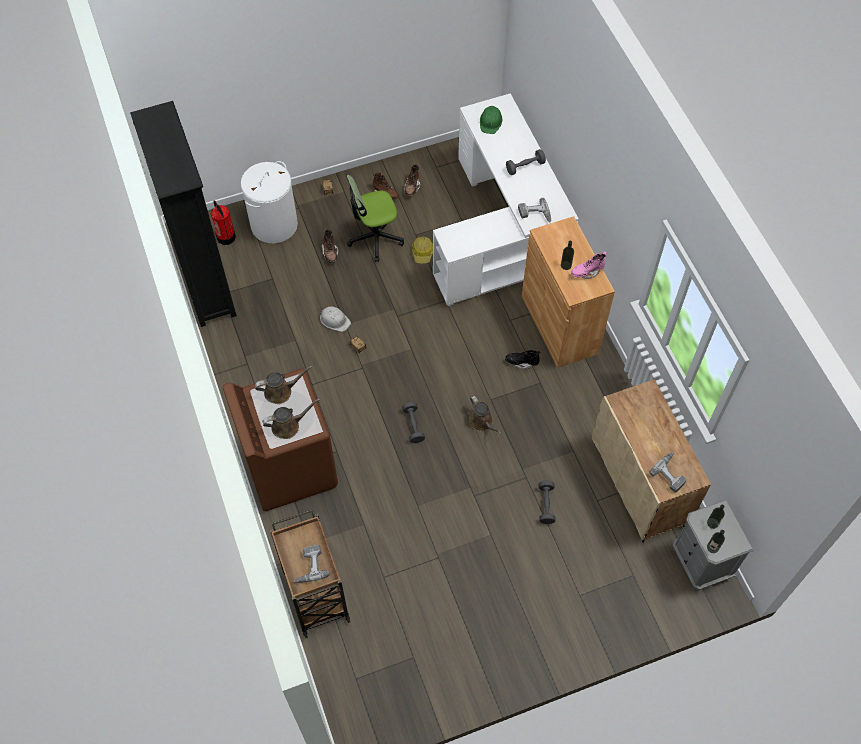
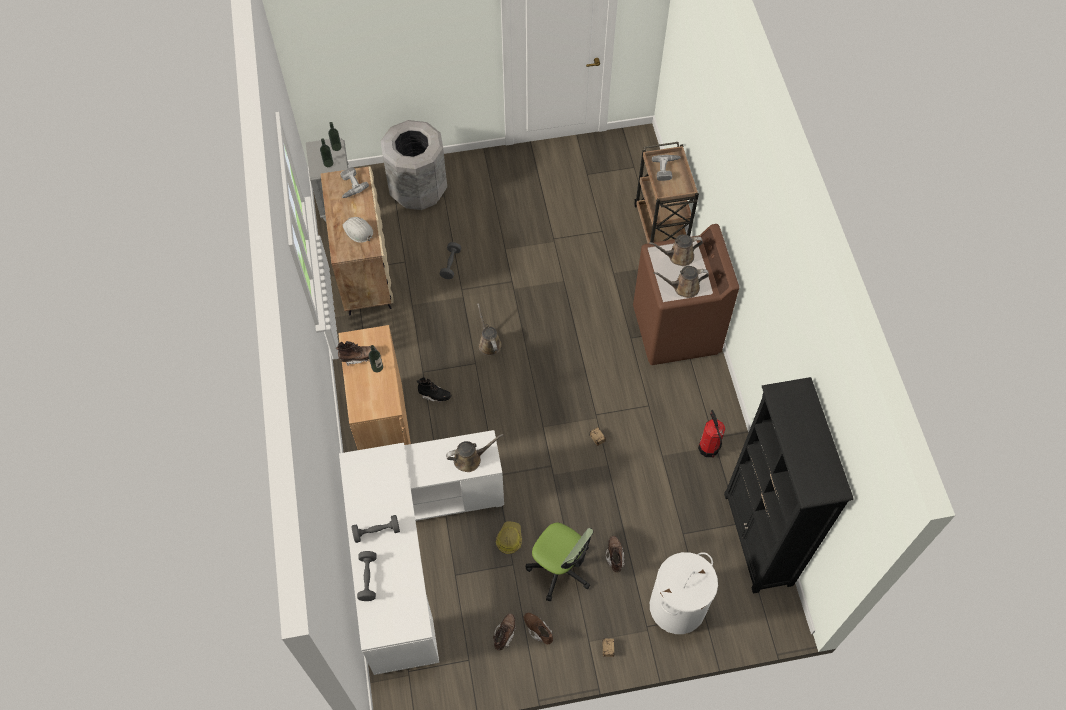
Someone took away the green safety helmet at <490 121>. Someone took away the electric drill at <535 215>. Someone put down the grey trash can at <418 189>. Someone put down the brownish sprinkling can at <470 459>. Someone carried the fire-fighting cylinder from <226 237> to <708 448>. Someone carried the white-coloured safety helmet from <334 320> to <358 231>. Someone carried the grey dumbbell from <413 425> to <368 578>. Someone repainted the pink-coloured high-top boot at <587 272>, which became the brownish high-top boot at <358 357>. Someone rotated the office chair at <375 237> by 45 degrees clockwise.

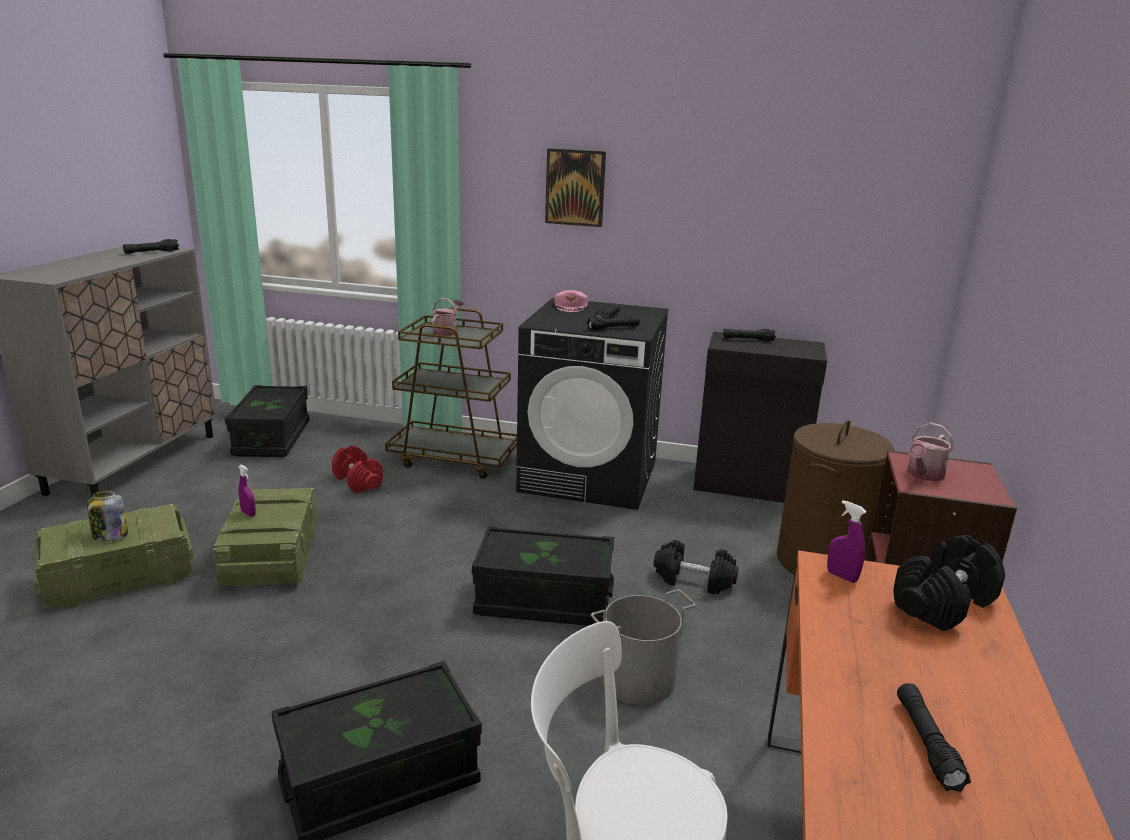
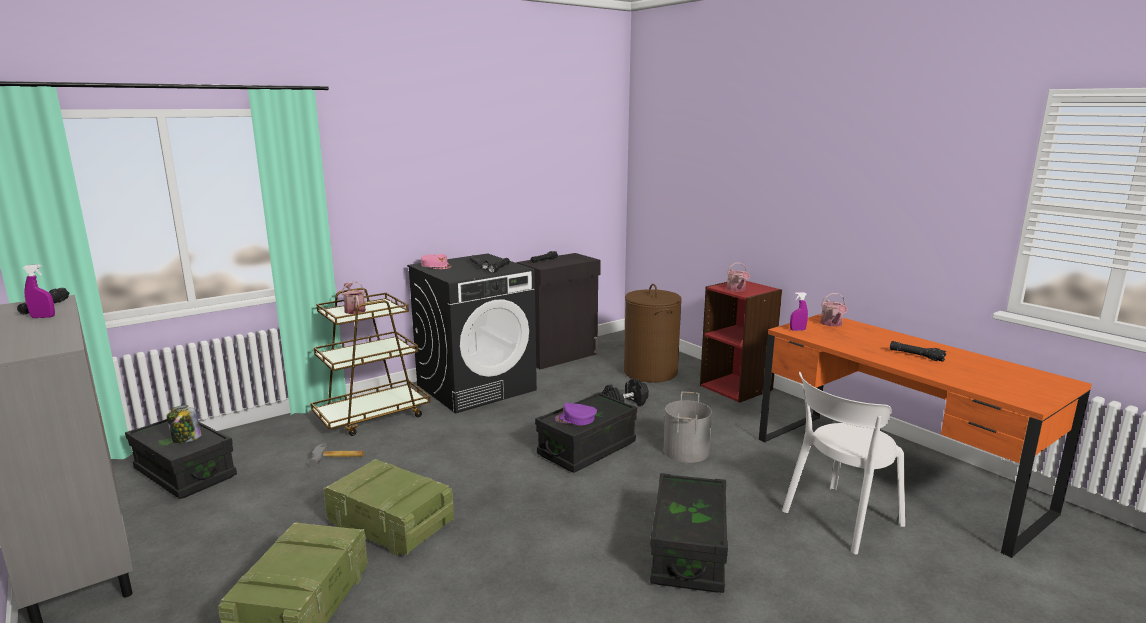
Someone took away the wall picture at <575 187>. Someone put down the purplish baseball cap at <575 419>. Someone carried the storage jar from <110 535> to <186 439>. Someone carried the purplish spray bottle from <248 513> to <43 317>. Someone swapped the red dumbbell at <358 481> for the hand hammer at <338 459>. Someone swapped the blackish dumbbell at <943 603> for the sprinkling can at <832 324>.

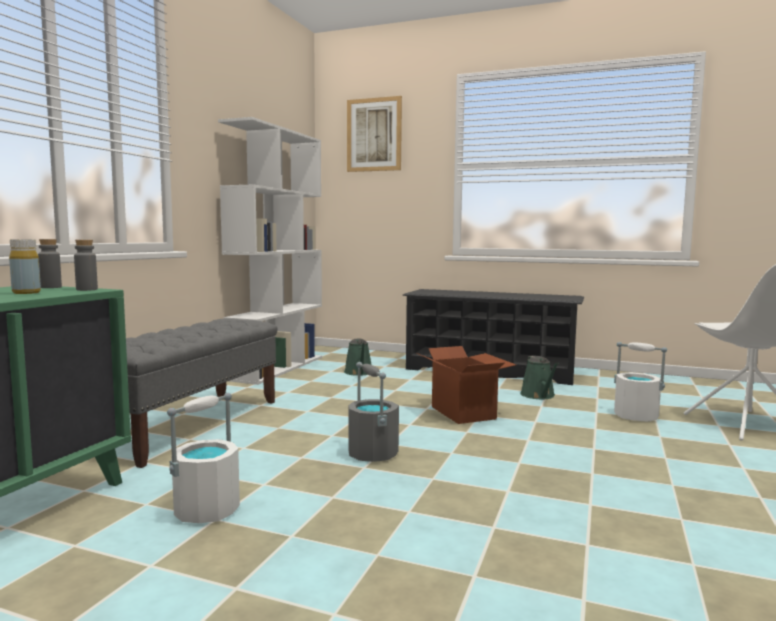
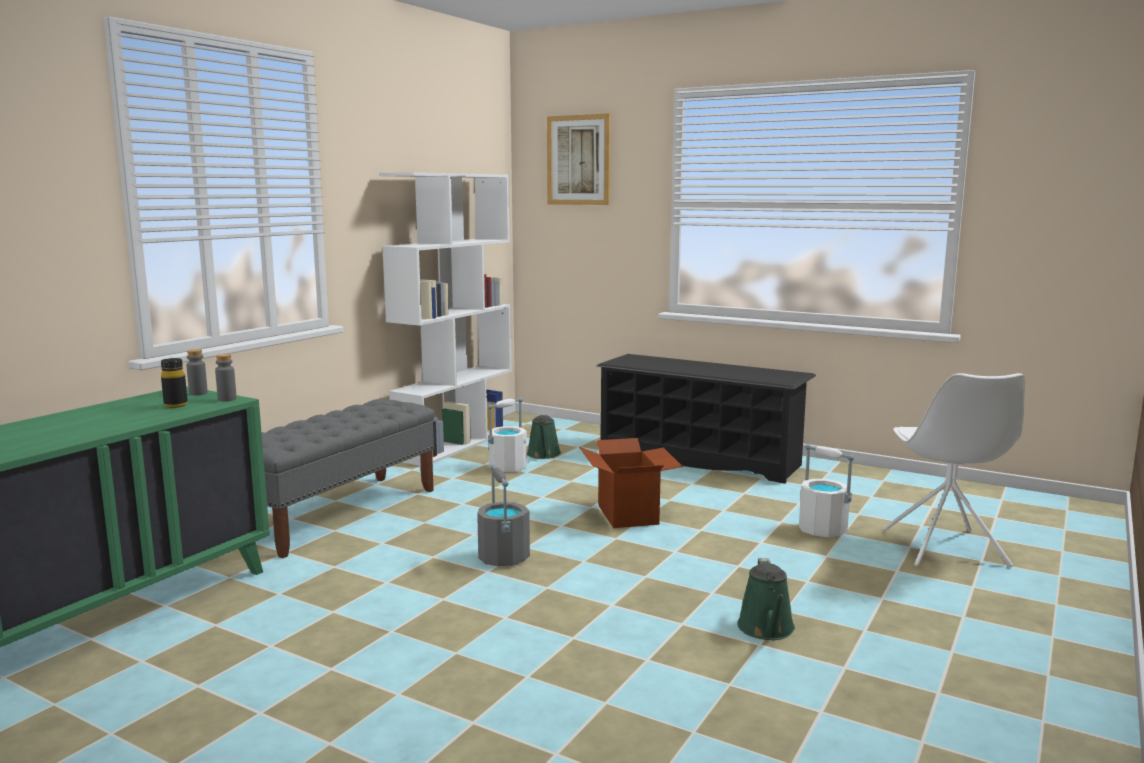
Someone carried the white-coloured pail from <207 510> to <508 467>. Someone carried the green sprinkling can from <539 395> to <767 629>. Someone repainted the yellowish drink bottle at <26 292>, which became the blackish drink bottle at <176 405>.

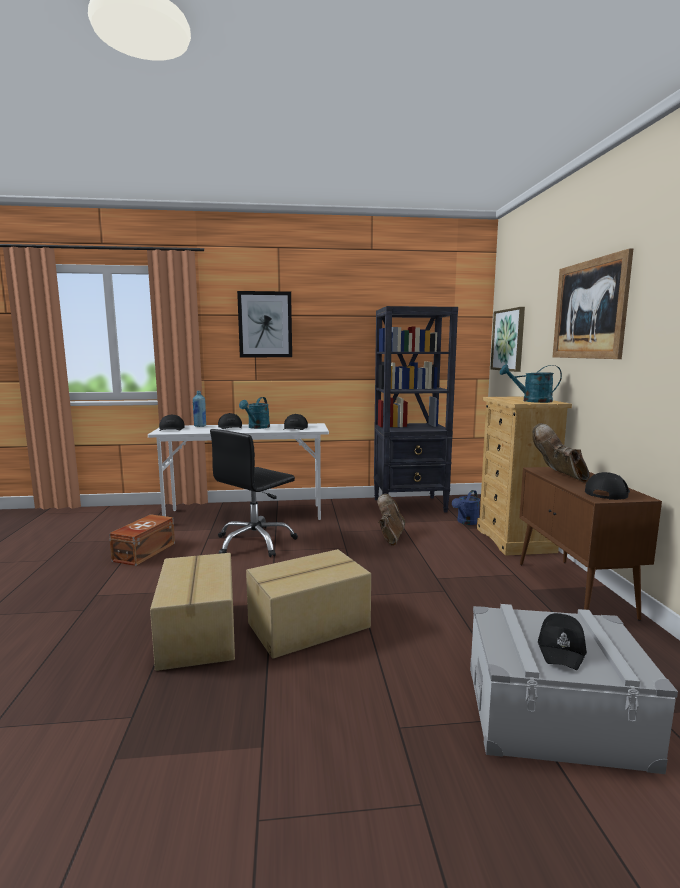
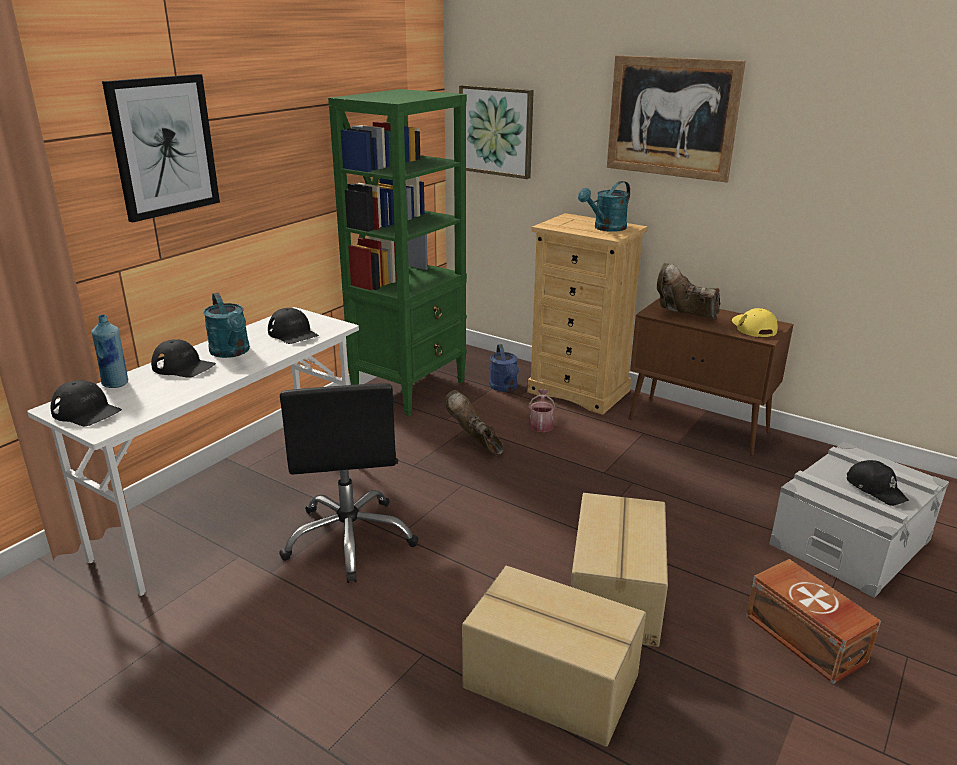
Someone put down the sprinkling can at <541 424>. Someone carried the brownish storage box from <143 552> to <805 639>. Someone repainted the blackish bookcase at <410 505>, which became the green bookcase at <410 388>. Someone repainted the blackish baseball cap at <608 492>, which became the yellowish baseball cap at <753 327>.

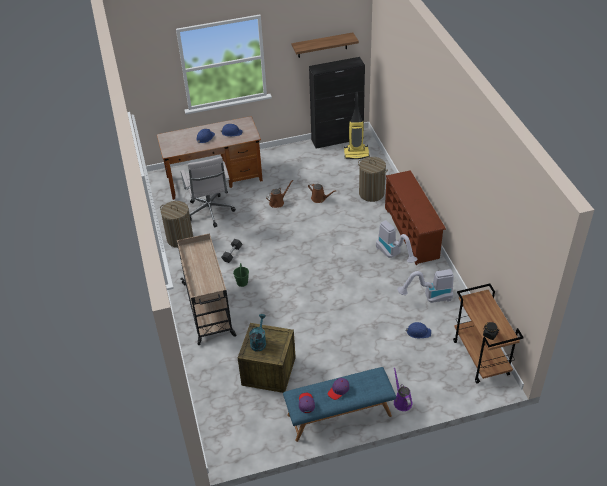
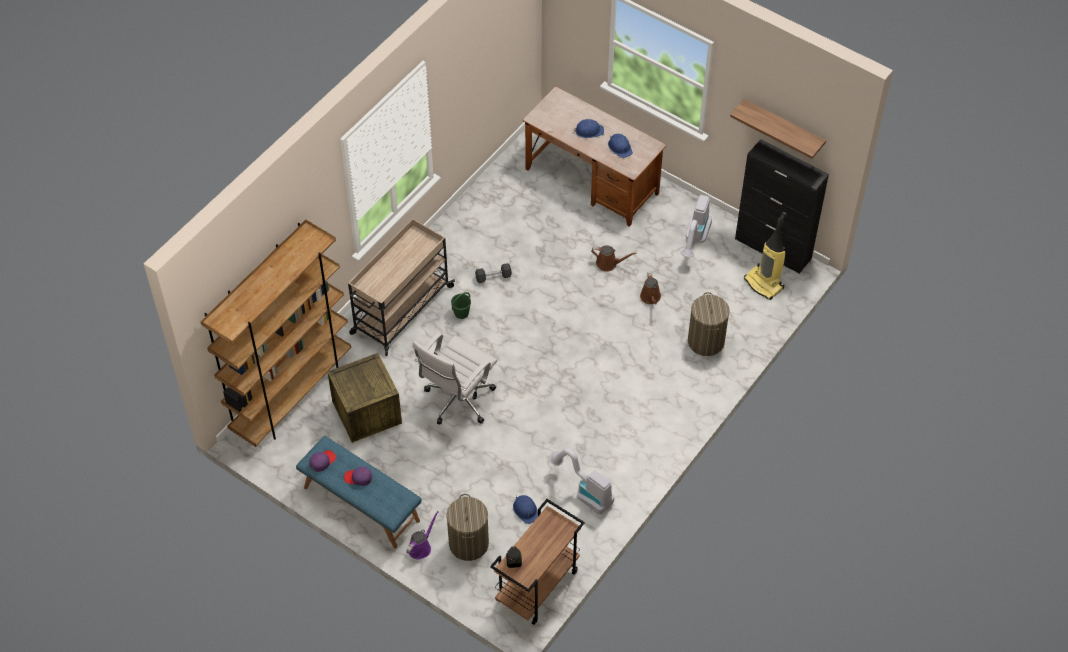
Someone took away the turquoise-coloured sprinkling can at <259 341>. Someone took away the brownish shoe rack at <412 233>. Someone put down the brownish bookcase at <292 395>. Someone carried the laundry basket from <180 238> to <468 543>. Someone carried the white-coloured office chair from <210 213> to <457 401>. Someone carried the vacuum cleaner from <394 255> to <695 240>.

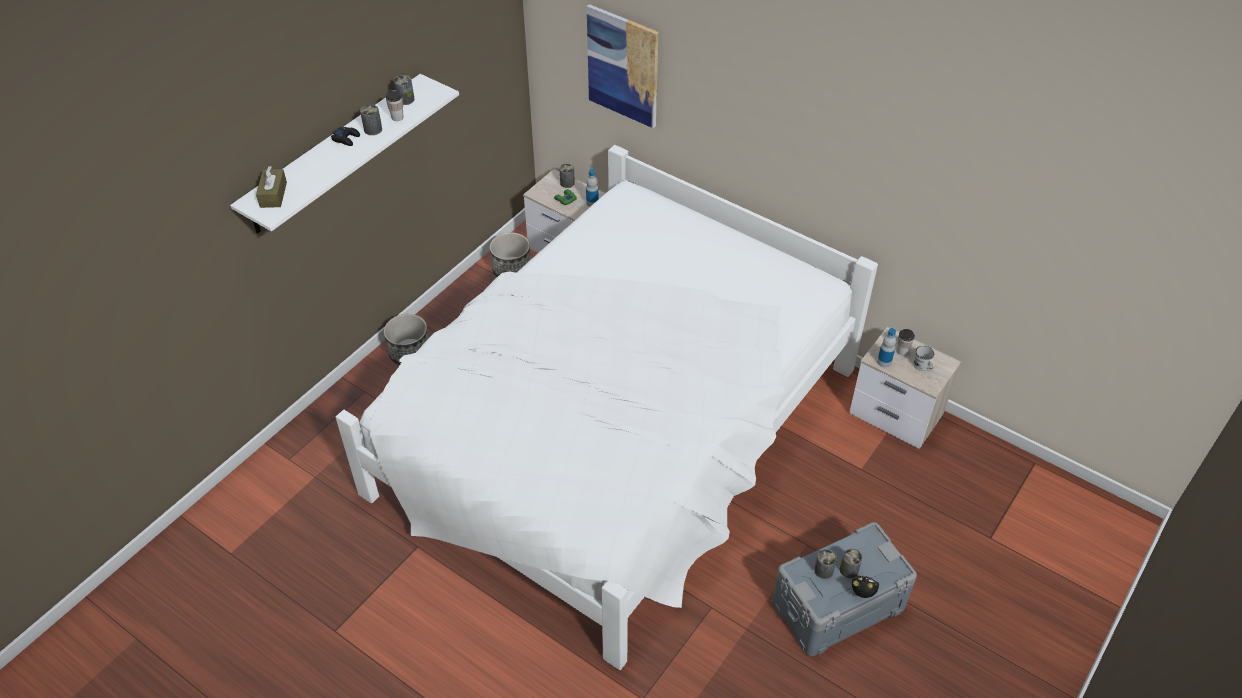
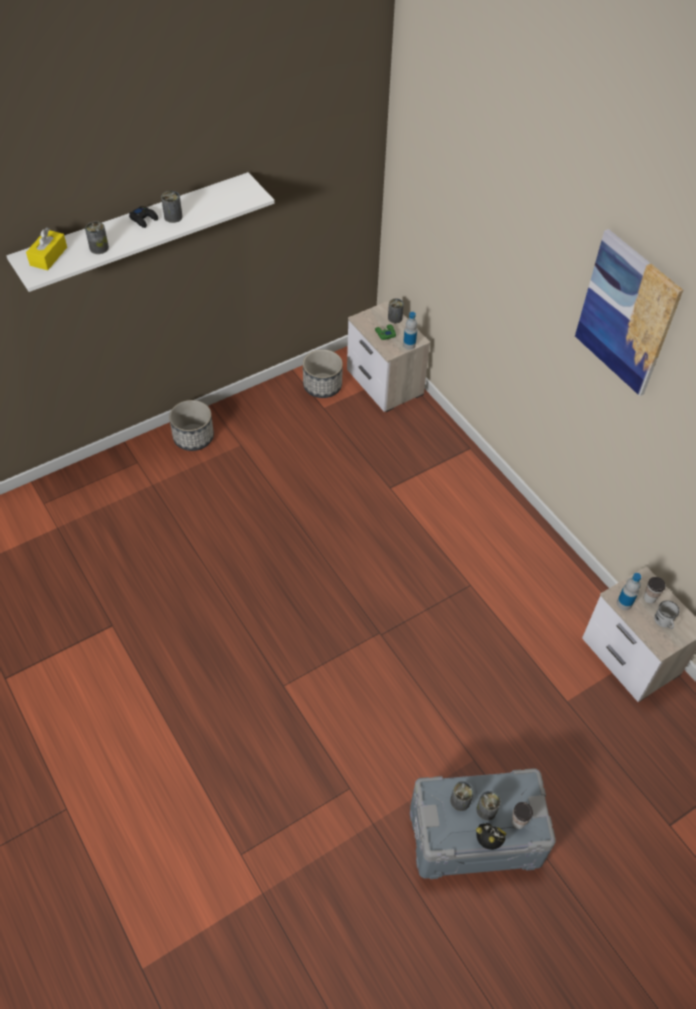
Someone took away the white-coloured sleeping bed at <617 433>. Someone carried the small cup from <397 117> to <518 822>. Someone carried the can from <405 99> to <99 248>. Someone carried the wall picture from <623 66> to <626 313>. Someone repainted the brownish tissue box at <273 195>, which became the yellowish tissue box at <48 256>.

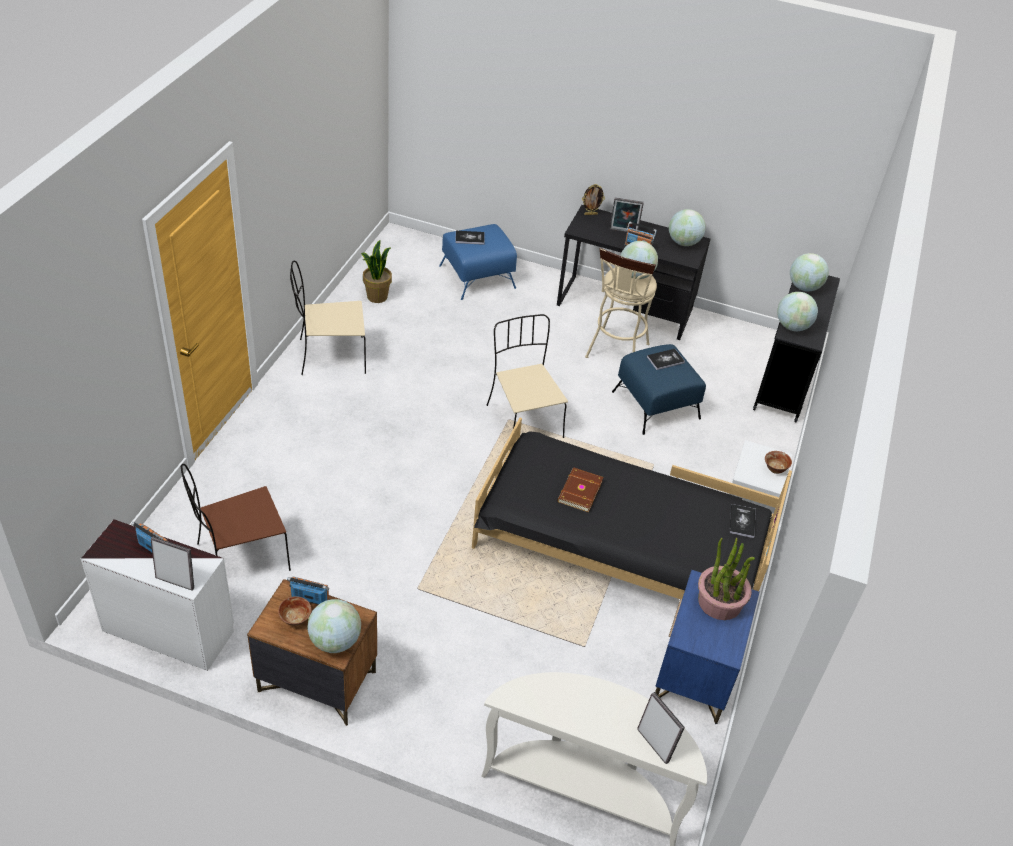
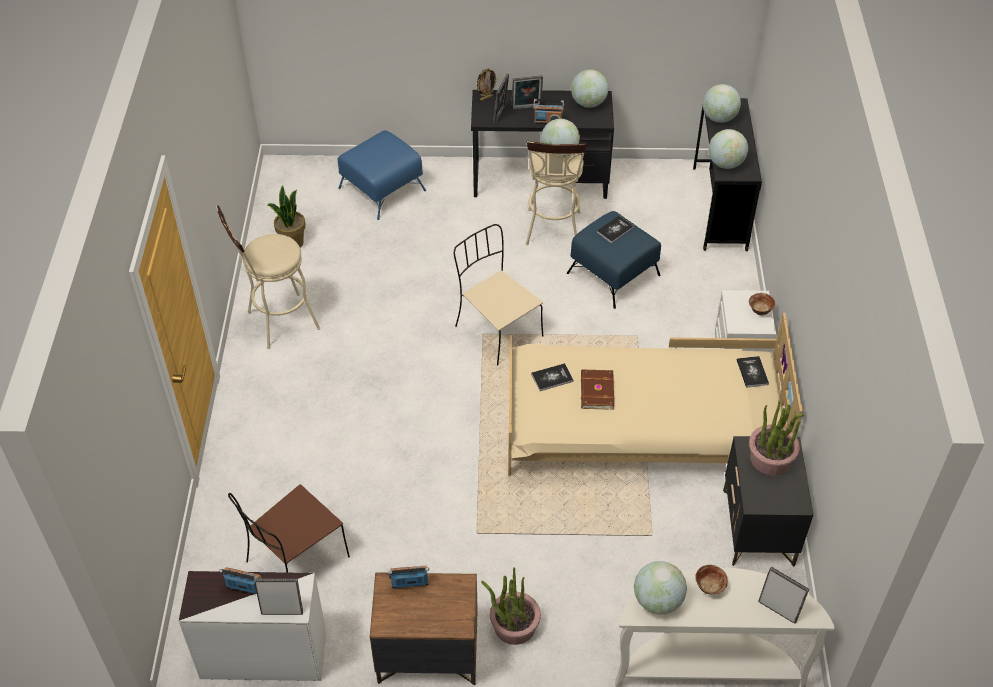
Someone put down the houseplant at <514 626>. Someone put down the picture frame at <501 114>. Someone carried the deep dish from <295 619> to <709 587>. Someone carried the globe from <335 641> to <657 600>. Someone carried the volume from <470 238> to <552 378>. Someone swapped the sand-coloured plain chair at <330 356> for the sand-coloured stool at <277 323>. Someone repainted the blackish sleeping bed at <618 547>, which became the sand-coloured sleeping bed at <640 430>. Someone repainted the bluish bedside table at <695 675>, which became the blackish bedside table at <758 528>.

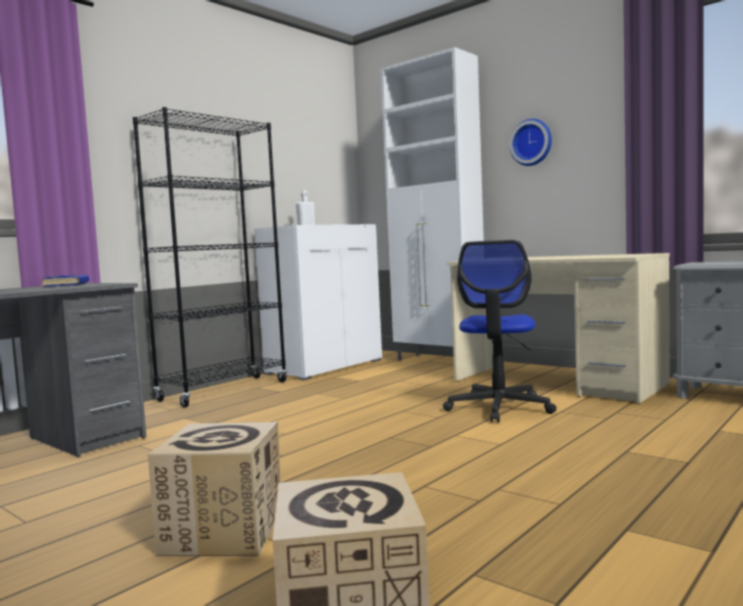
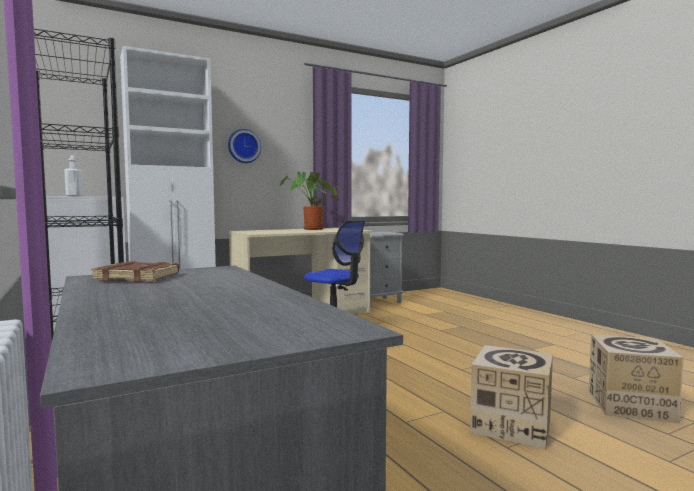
Someone put down the houseplant at <312 229>. Someone repainted the bluish volume at <66 285>, which became the brownish volume at <138 278>.

